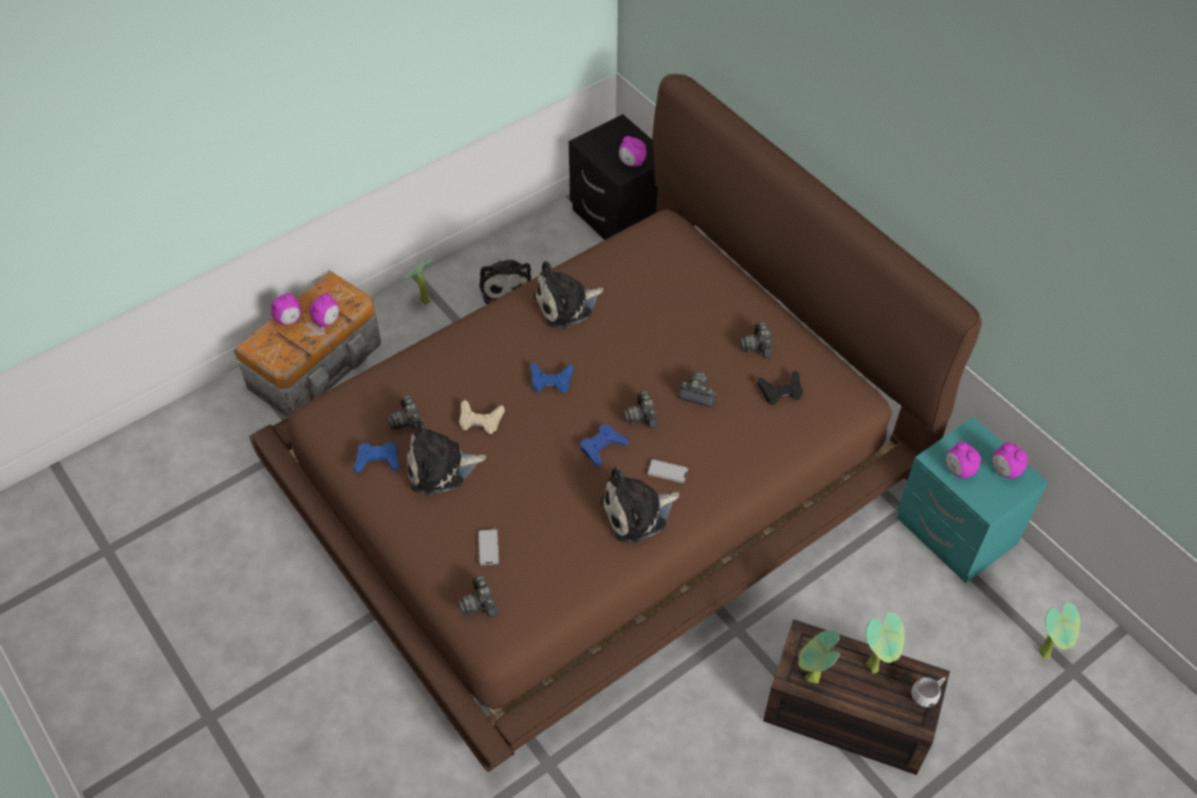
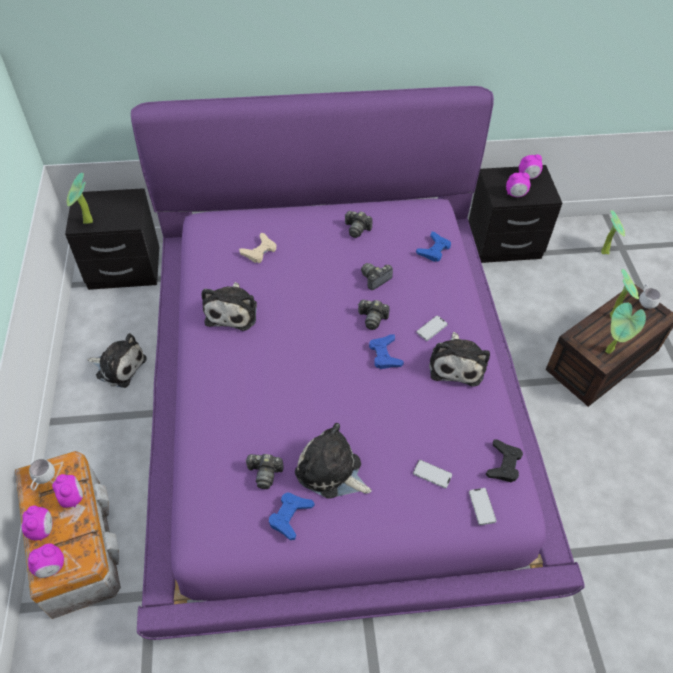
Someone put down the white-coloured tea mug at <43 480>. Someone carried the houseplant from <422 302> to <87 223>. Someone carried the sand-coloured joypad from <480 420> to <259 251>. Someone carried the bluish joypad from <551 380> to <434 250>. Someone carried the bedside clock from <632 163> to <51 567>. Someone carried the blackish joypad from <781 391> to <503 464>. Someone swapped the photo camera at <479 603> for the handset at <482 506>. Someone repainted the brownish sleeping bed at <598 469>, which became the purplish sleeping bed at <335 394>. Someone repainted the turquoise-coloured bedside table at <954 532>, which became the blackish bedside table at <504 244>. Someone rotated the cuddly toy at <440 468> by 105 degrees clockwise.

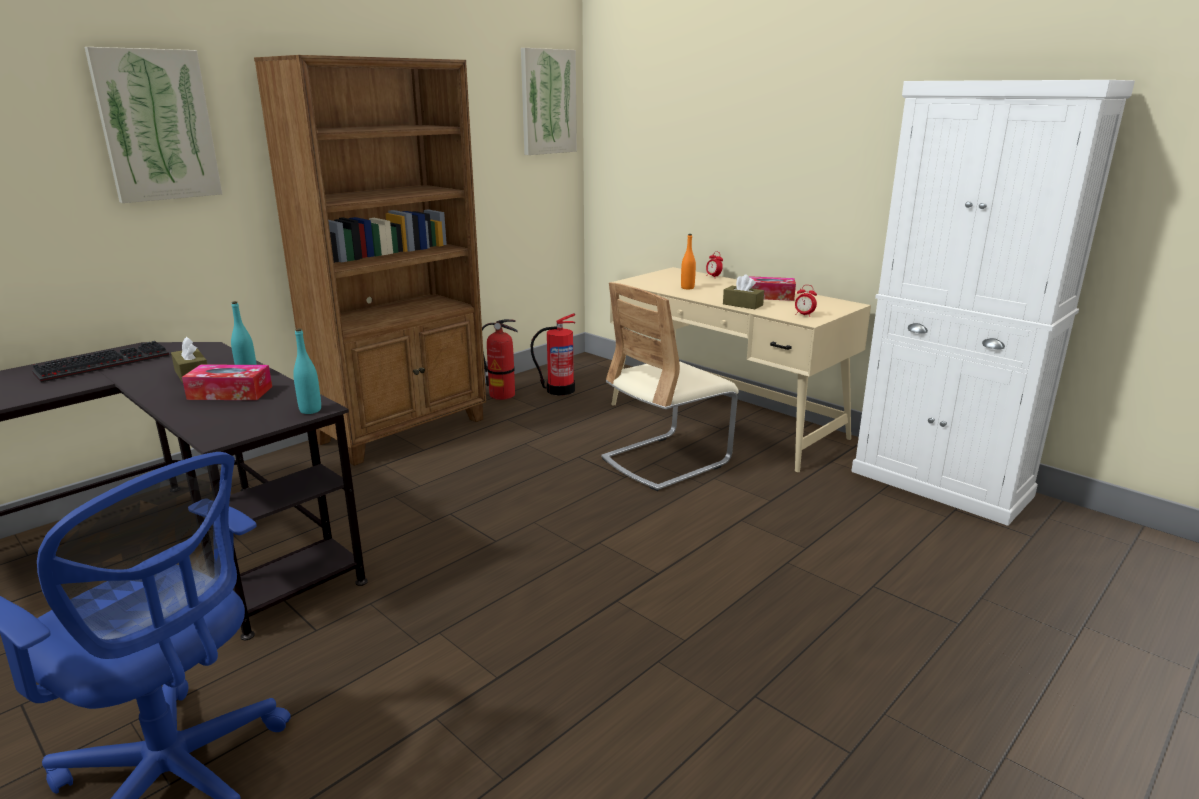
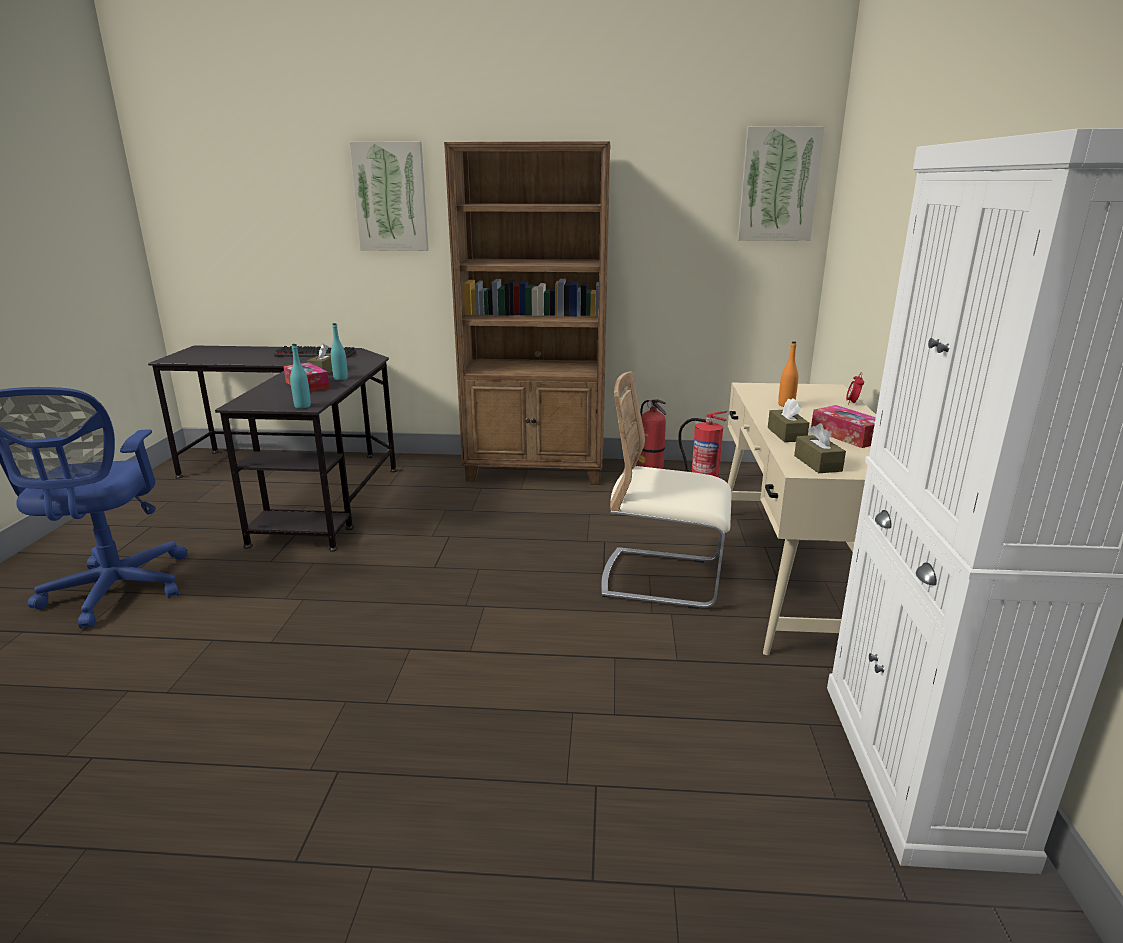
Someone swapped the bedside clock at <804 315> for the brownish tissue box at <817 463>.

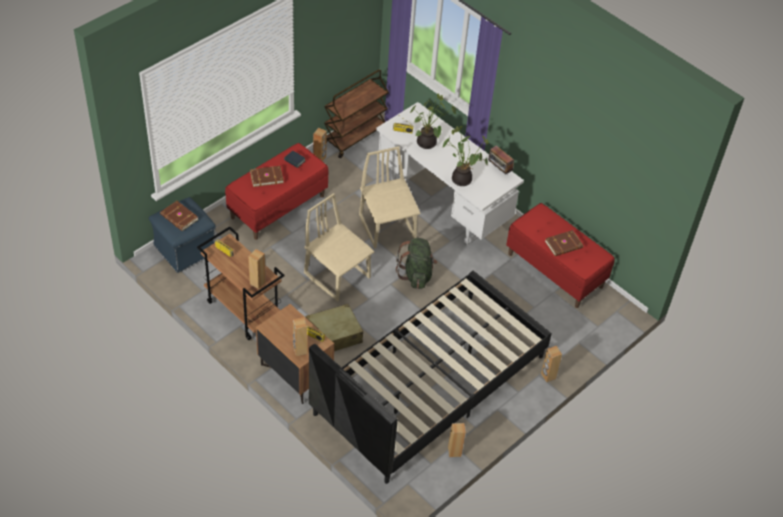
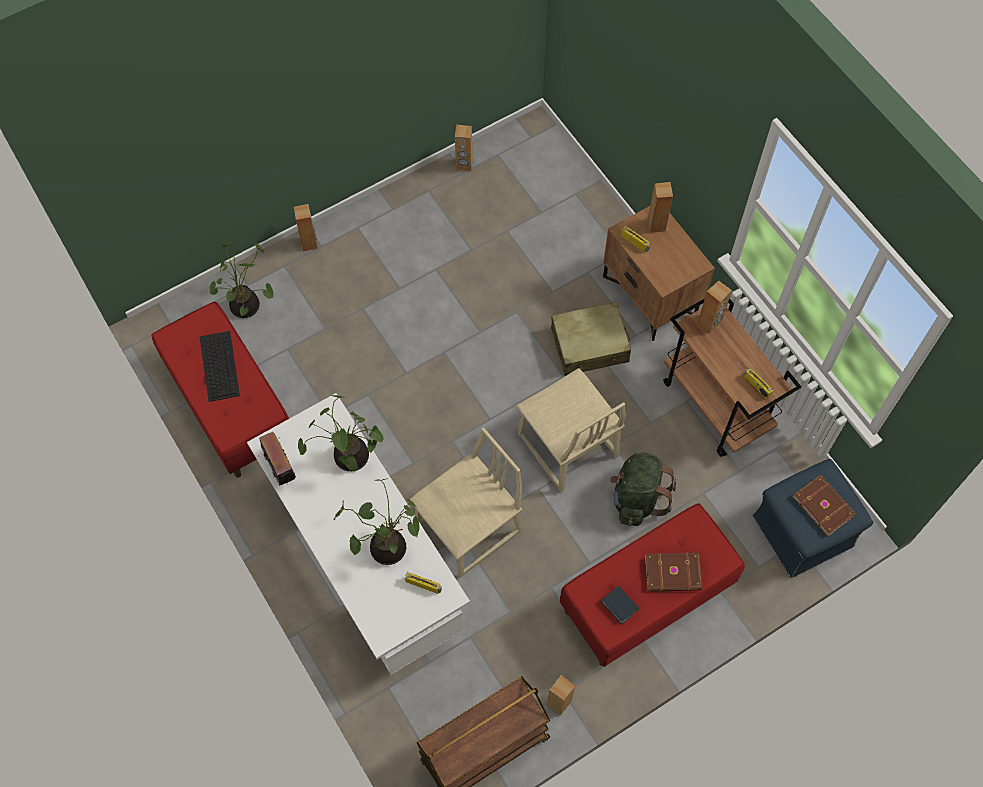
Someone took away the blackish sleeping bed at <430 385>. Someone put down the houseplant at <248 306>. Someone carried the green knapsack from <416 275> to <637 498>. Someone swapped the brownish volume at <564 245> for the PC keyboard at <219 365>. Someone rotated the sand-coloured plain chair at <388 227> by 120 degrees counterclockwise.

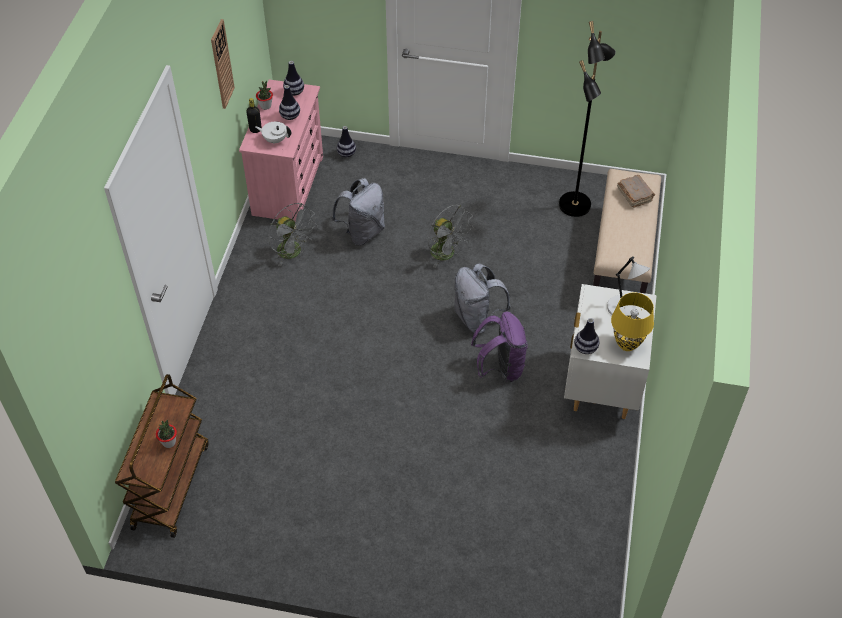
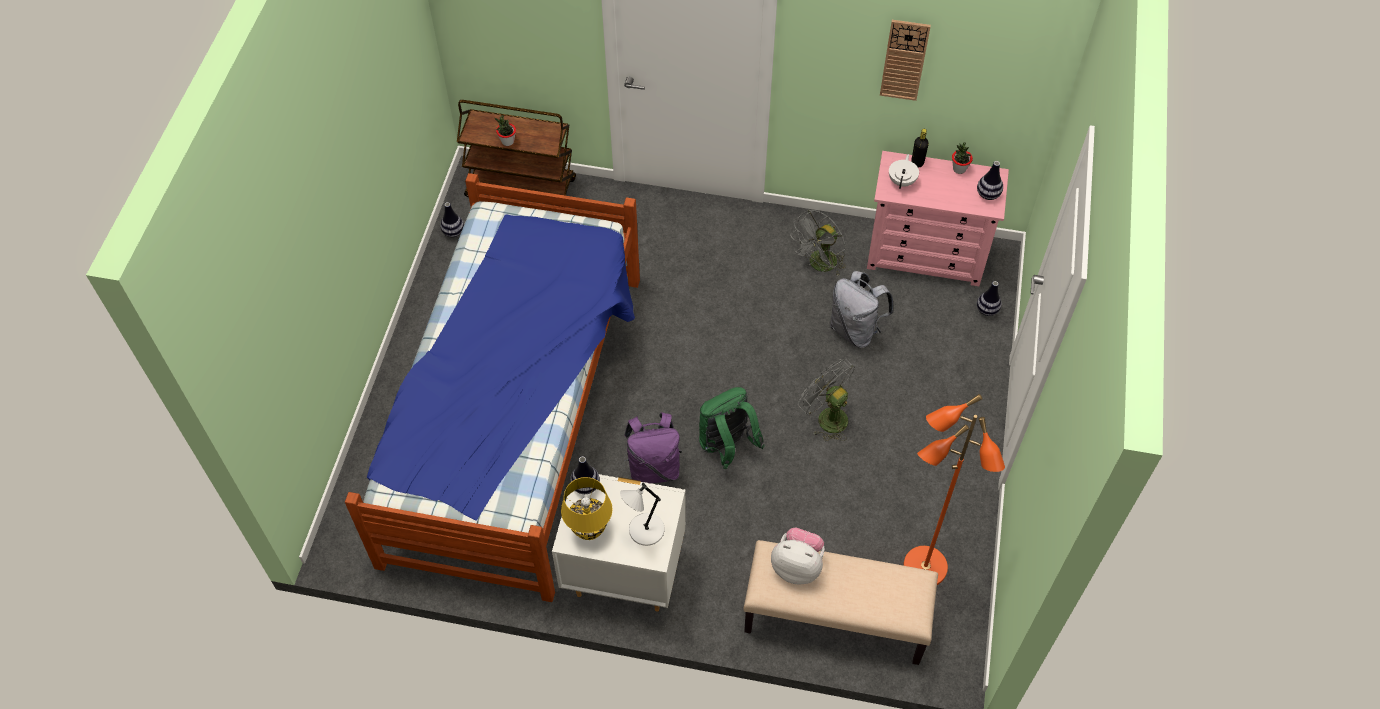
Someone took away the brownish volume at <634 195>. Someone put down the sleeping bed at <518 415>. Someone put down the cuddly toy at <797 566>. Someone carried the vase from <290 116> to <453 232>. Someone repainted the grey knapsack at <477 318>, which became the green knapsack at <726 446>. Someone repainted the blackish standard lamp at <575 205>, which became the orange-coloured standard lamp at <924 568>. Someone rotated the grey cooling fan at <447 254> by 90 degrees clockwise.

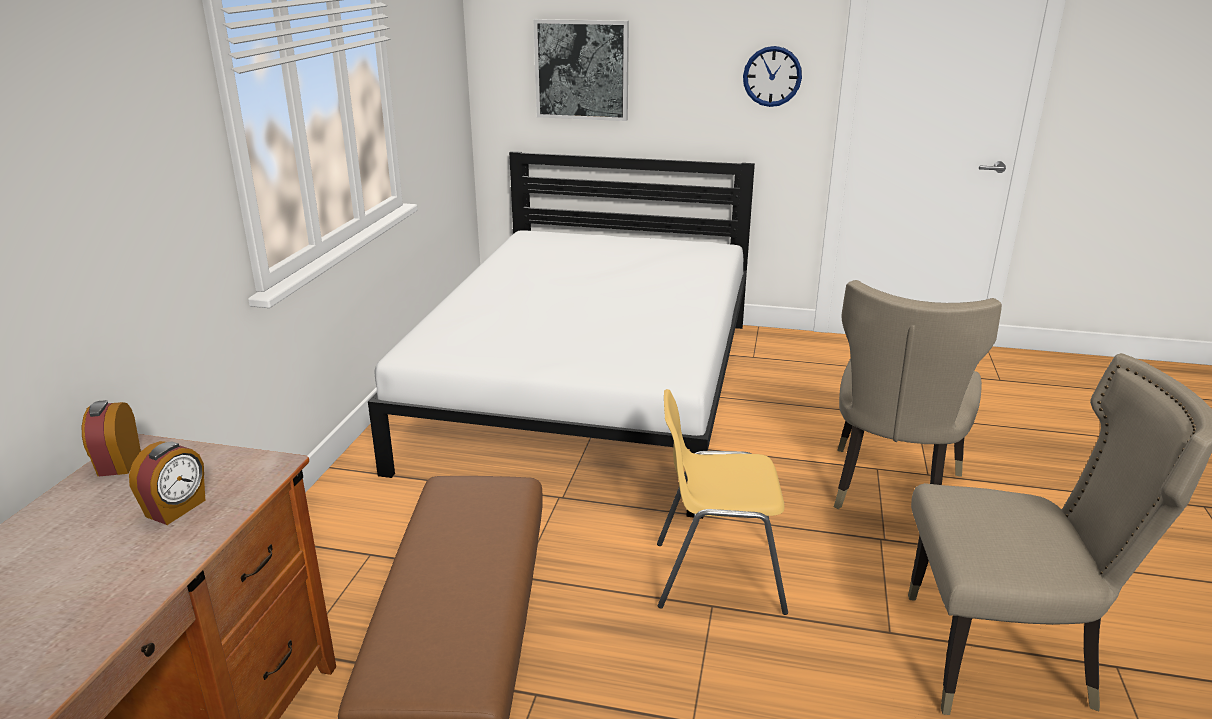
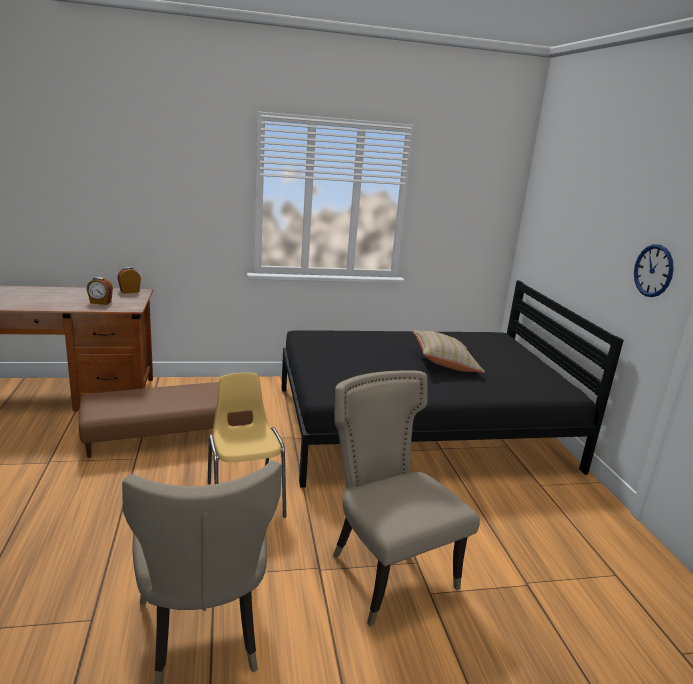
Someone took away the wall picture at <582 70>. Someone put down the sand-coloured pillow at <444 363>. Someone repainted the white-coloured sleeping bed at <590 389>, which became the blackish sleeping bed at <419 427>. Someone rotated the sand-coloured plain chair at <890 491> by 60 degrees clockwise.

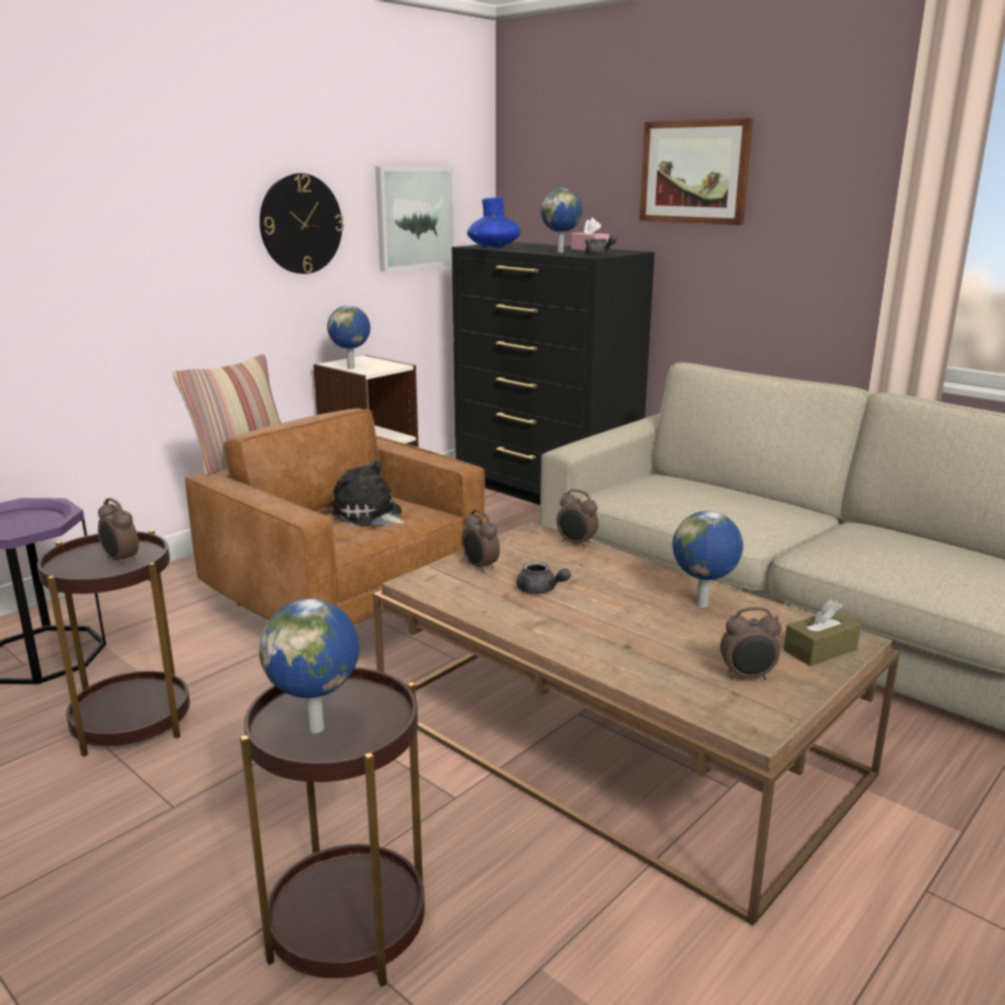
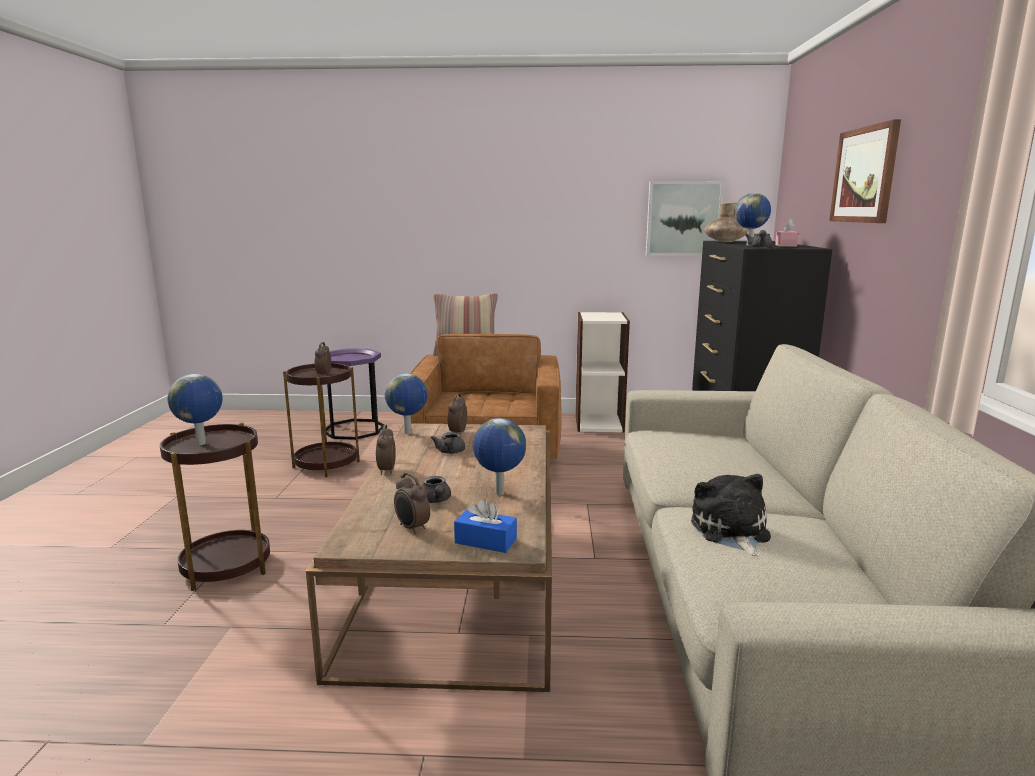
Someone took away the hanging clock at <301 224>. Someone put down the grey tea pot at <434 501>. Someone carried the globe from <352 368> to <408 433>. Someone carried the cuddly toy from <369 516> to <731 532>. Someone carried the bedside clock from <576 543> to <386 471>. Someone repainted the bluish vase at <493 247>, which became the brownish vase at <725 242>. Someone repainted the brownish tissue box at <820 650>, which became the bluish tissue box at <485 541>.

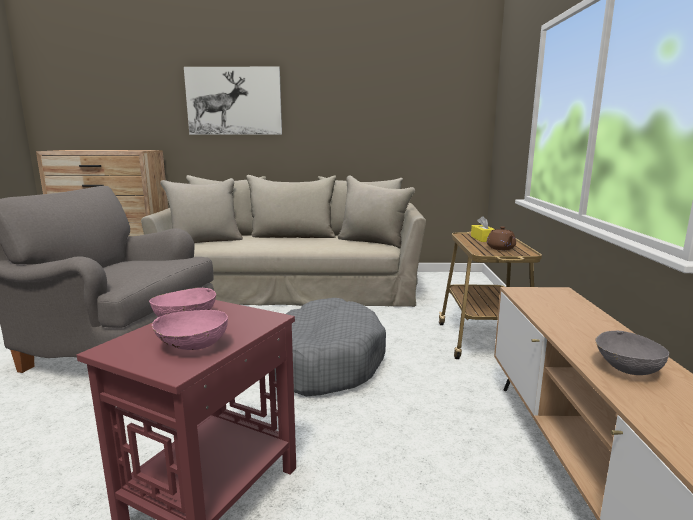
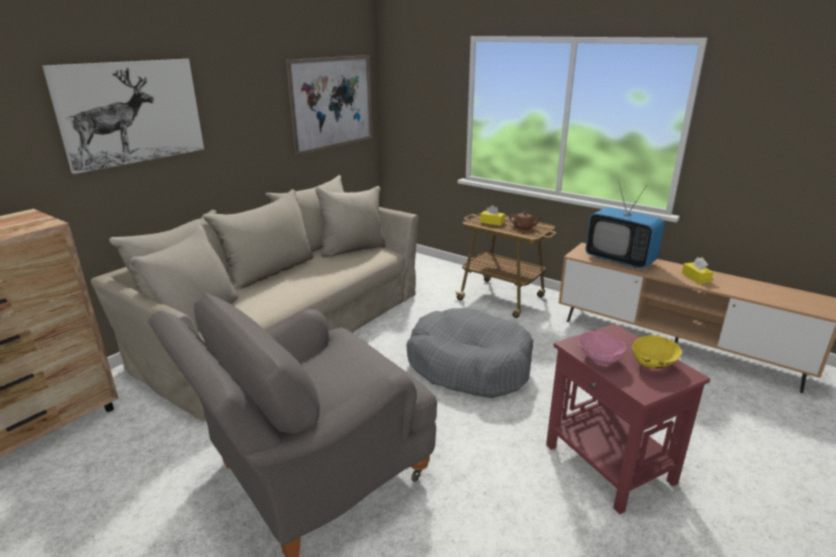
Someone put up the wall picture at <333 103>. Someone put down the TV at <620 260>. Someone swapped the grey deep dish at <626 368> for the yellowish tissue box at <696 278>. Someone repainted the pink-coloured deep dish at <192 346>, which became the yellowish deep dish at <653 364>.

